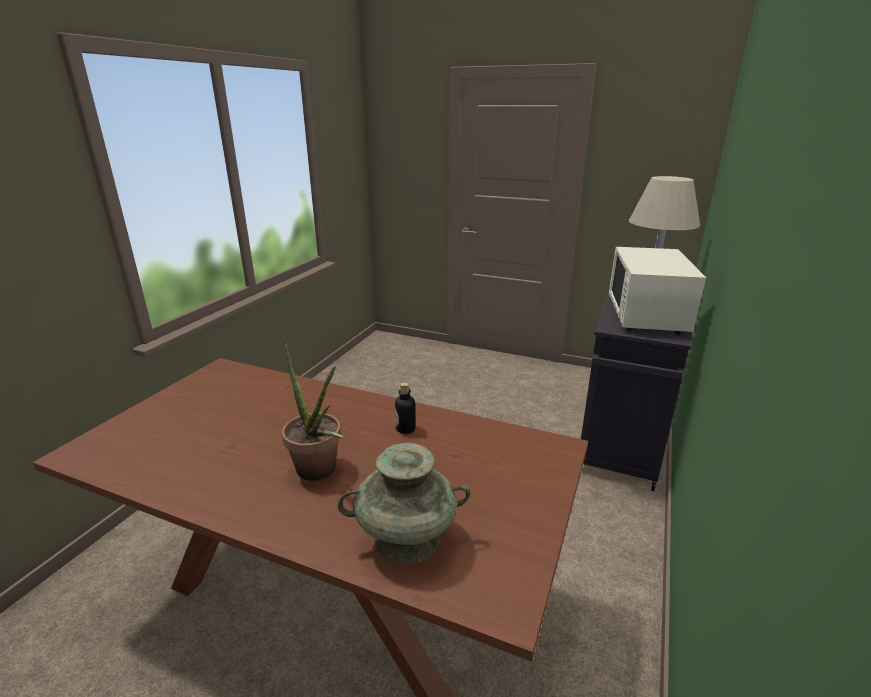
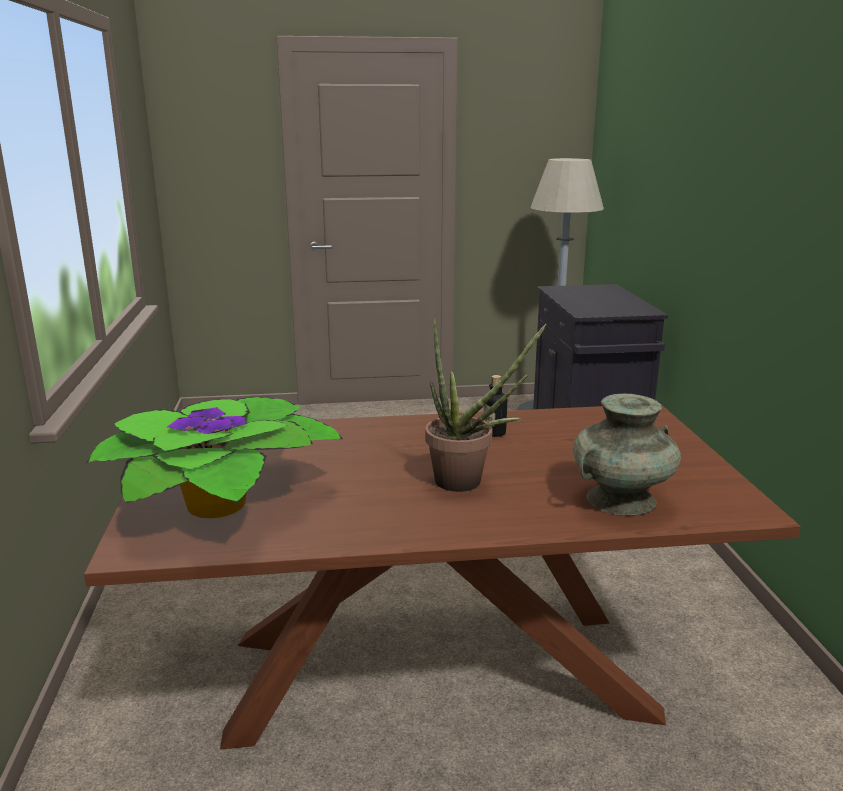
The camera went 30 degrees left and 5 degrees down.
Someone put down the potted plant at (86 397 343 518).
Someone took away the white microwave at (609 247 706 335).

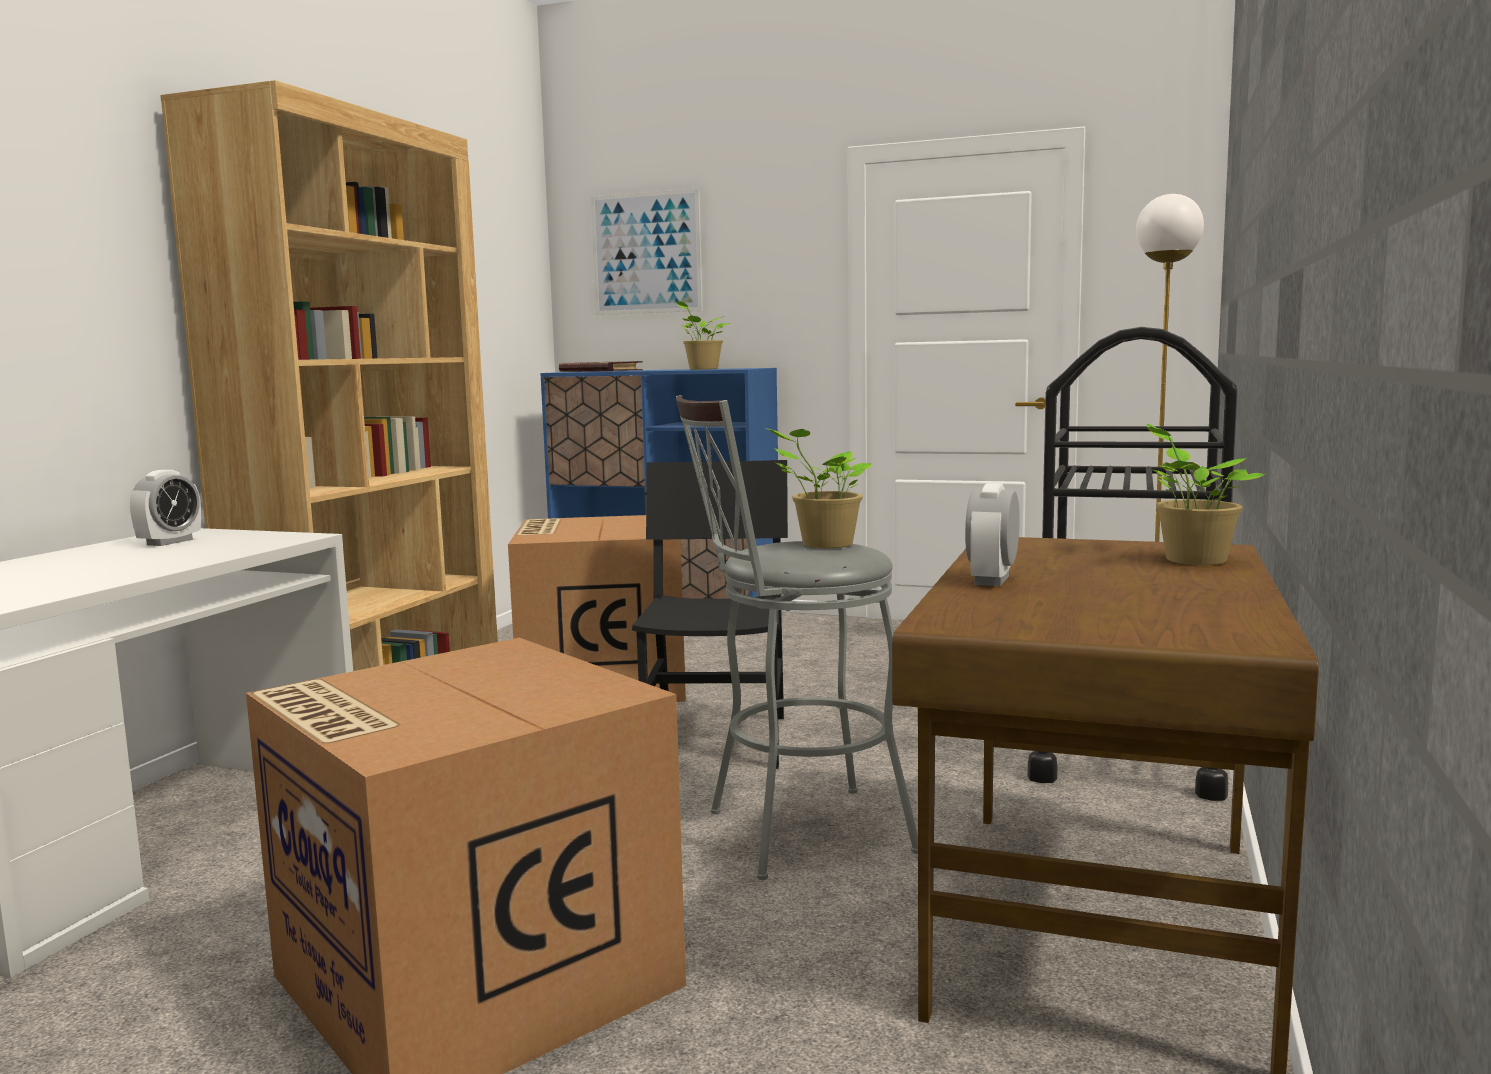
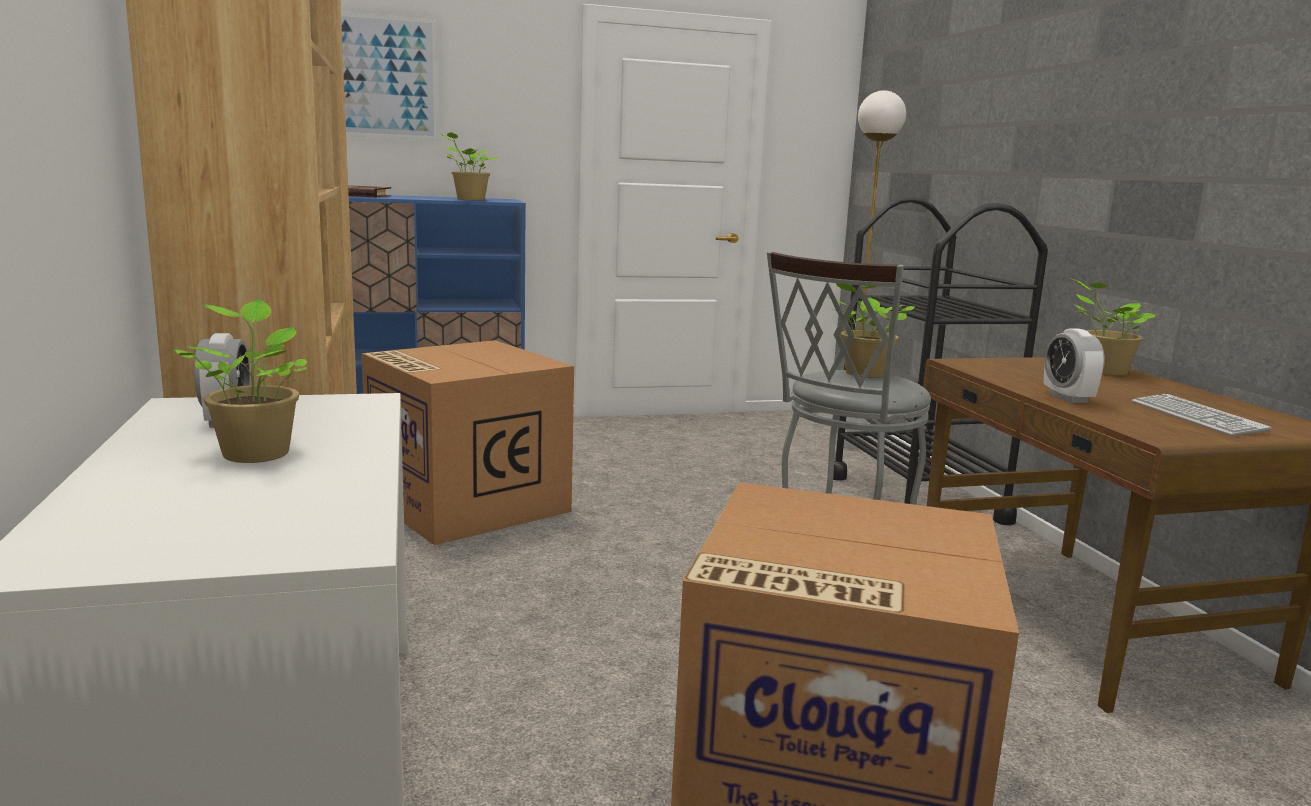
The camera went 35 degrees left and 5 degrees up.
Someone put down the potted plant at (174 299 309 463).
Someone put down the keyboard at (1132 394 1272 436).
Someone took away the black chair at (632 460 788 769).

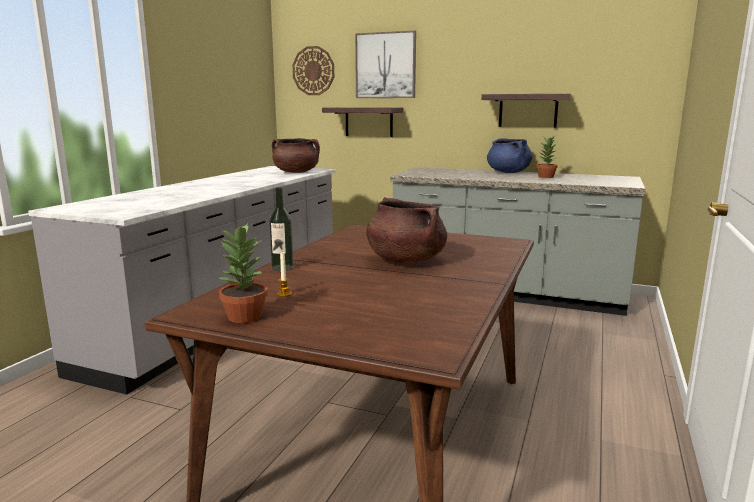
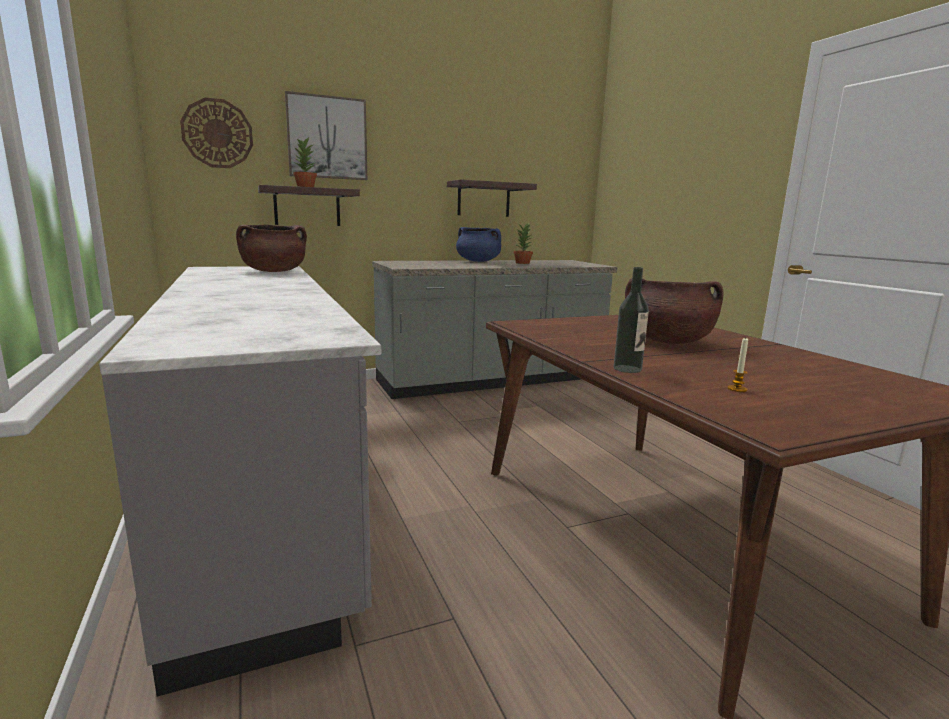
The camera went 45 degrees left and 0 degrees up.
Someone carried the potted plant from (219 223 267 323) to (293 138 317 187).

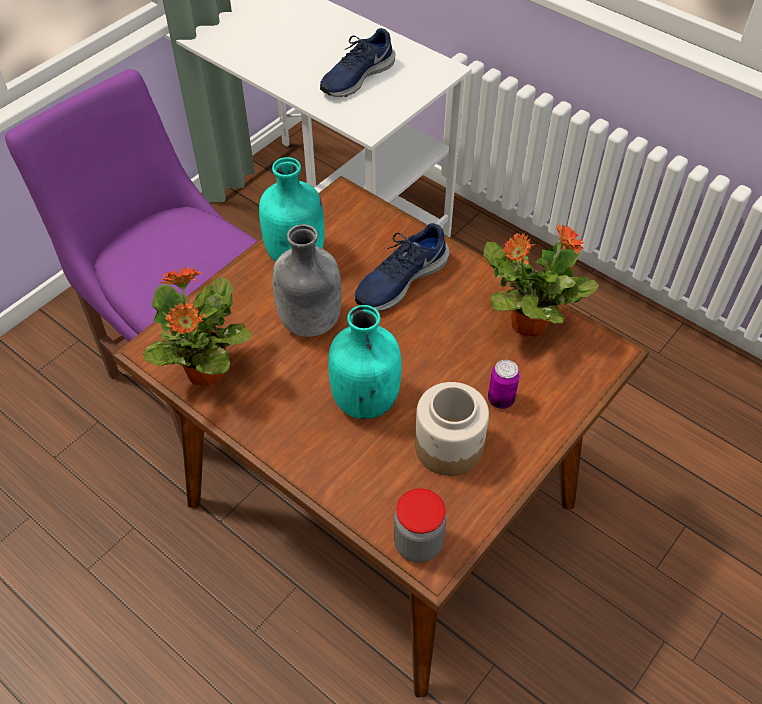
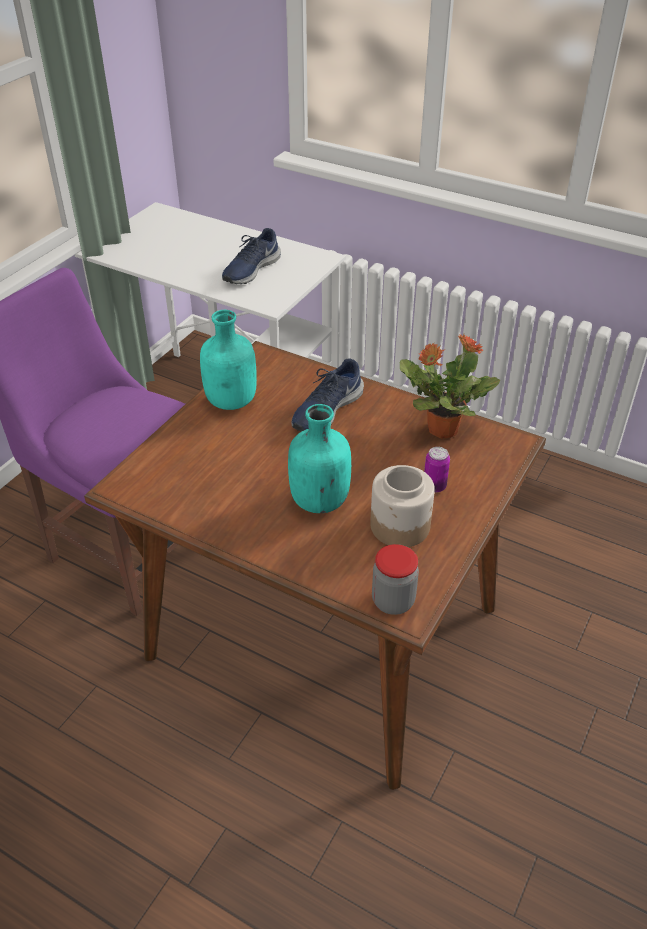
The camera went 10 degrees left and 10 degrees down.
Someone took away the potted plant at (143 267 252 386).
Someone took away the grey bottle at (272 224 342 337).

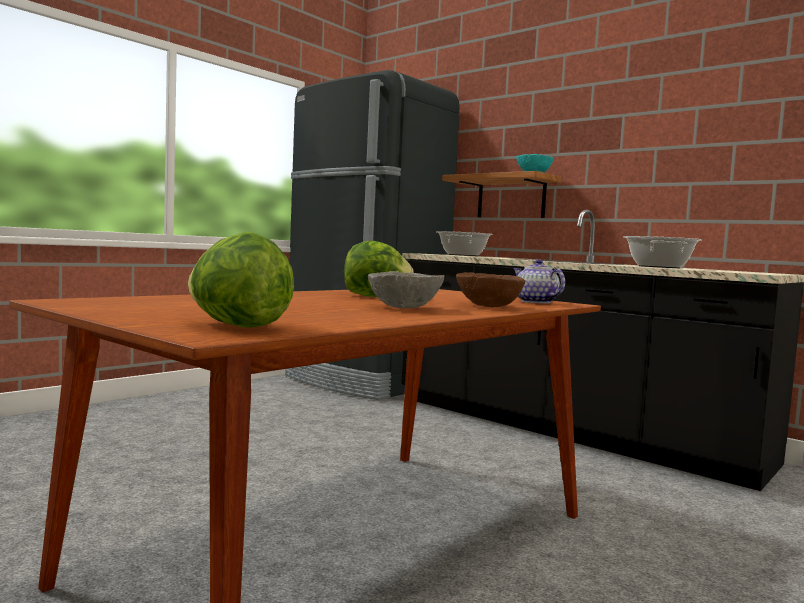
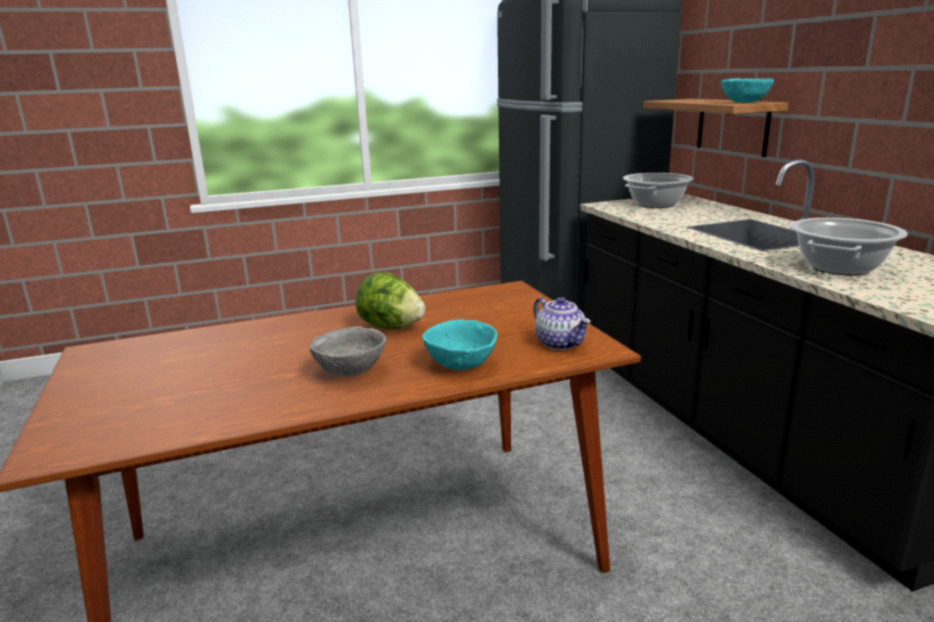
The camera went 30 degrees right and 15 degrees up.
Someone repainted the brown bowl at (456 272 525 307), which became the turquoise bowl at (422 319 497 370).
Someone rotated the teapot at (514 260 565 304) by 150 degrees clockwise.
Someone took away the lettuce at (188 232 294 328).

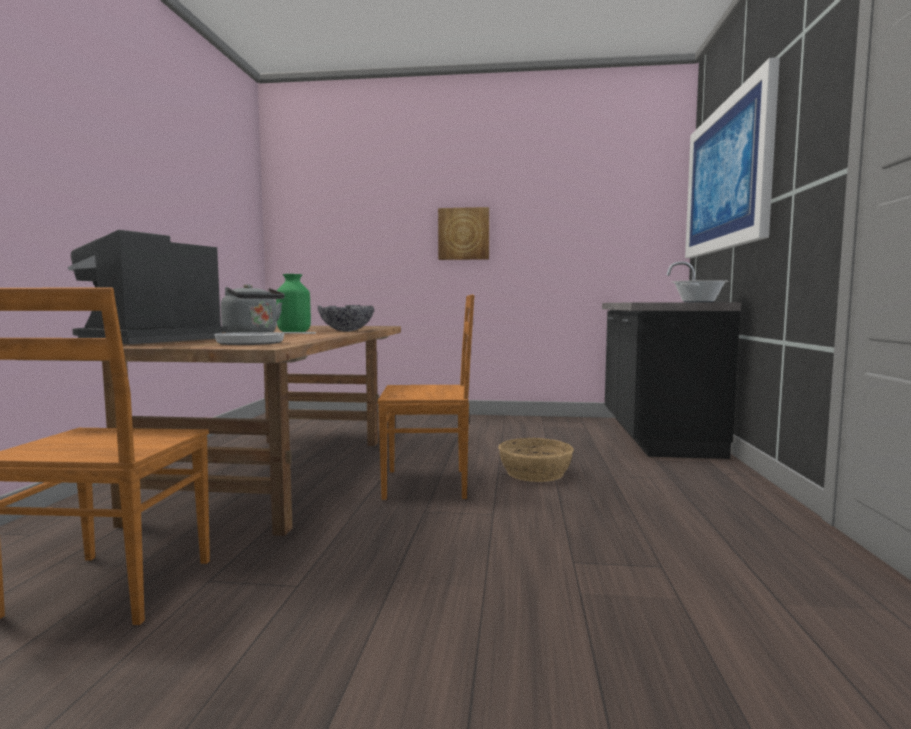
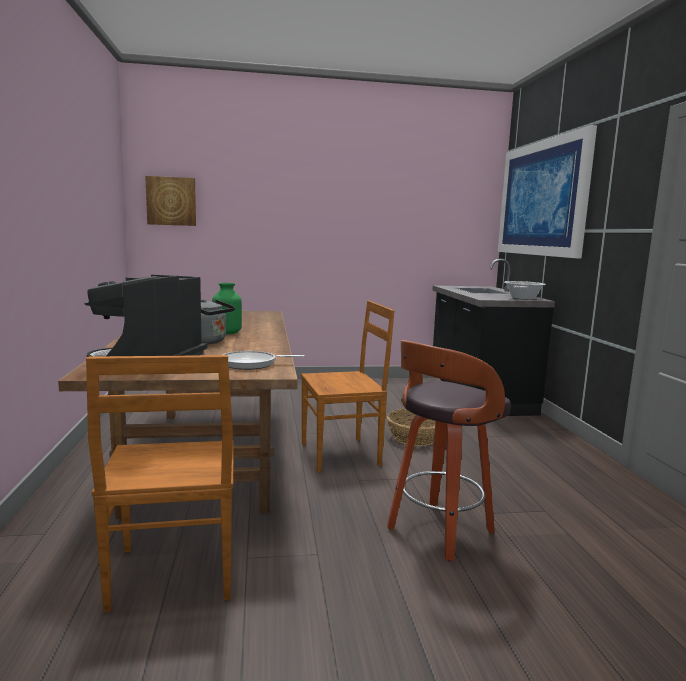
The camera went 15 degrees left and 5 degrees up.
Someone carried the picture from (438 207 489 260) to (145 176 196 226).
Someone put down the stool at (387 340 511 561).
Someone took away the bowl at (318 305 374 332).

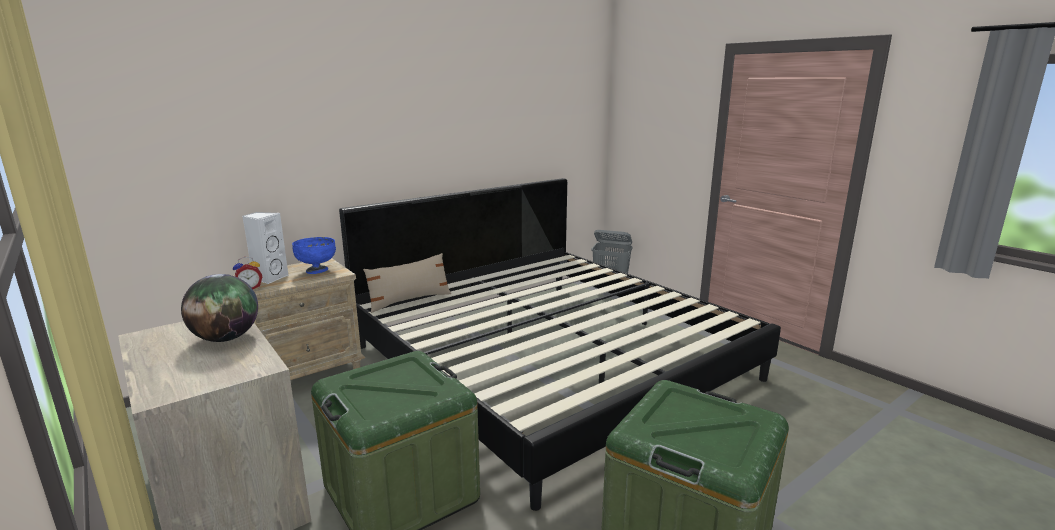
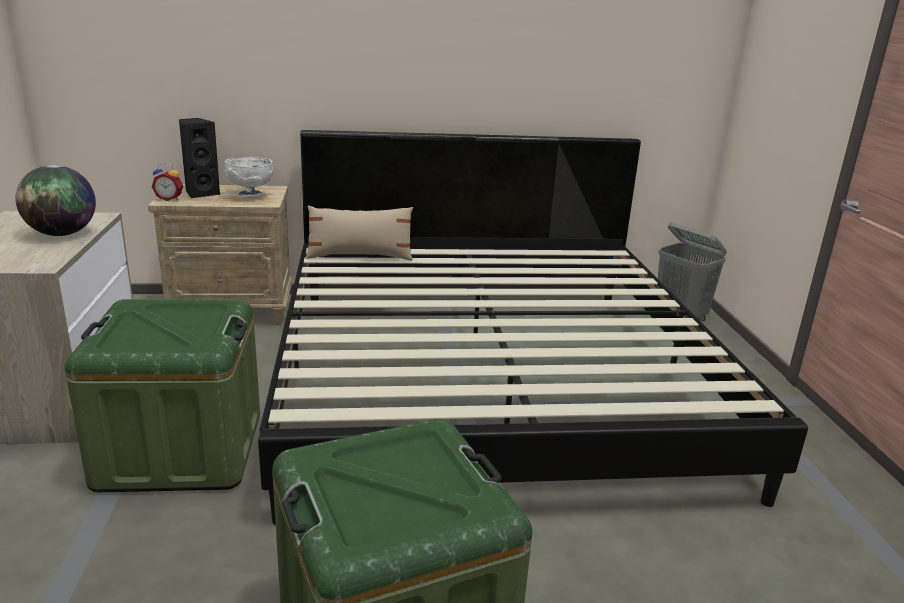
The camera went 30 degrees right and 5 degrees up.
Someone repainted the white speaker at (242 212 289 284), which became the black speaker at (179 118 220 198).
Someone repainted the blue bowl at (292 237 336 274), which became the white bowl at (225 157 273 198).

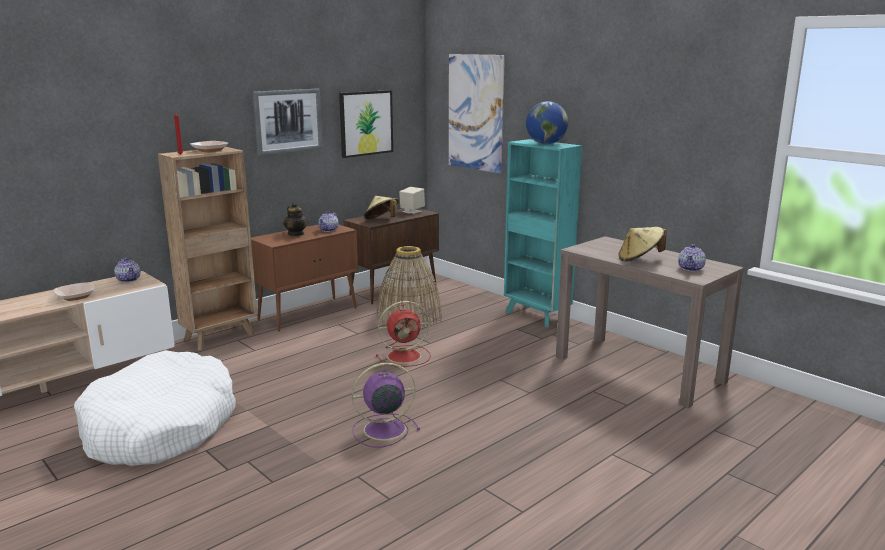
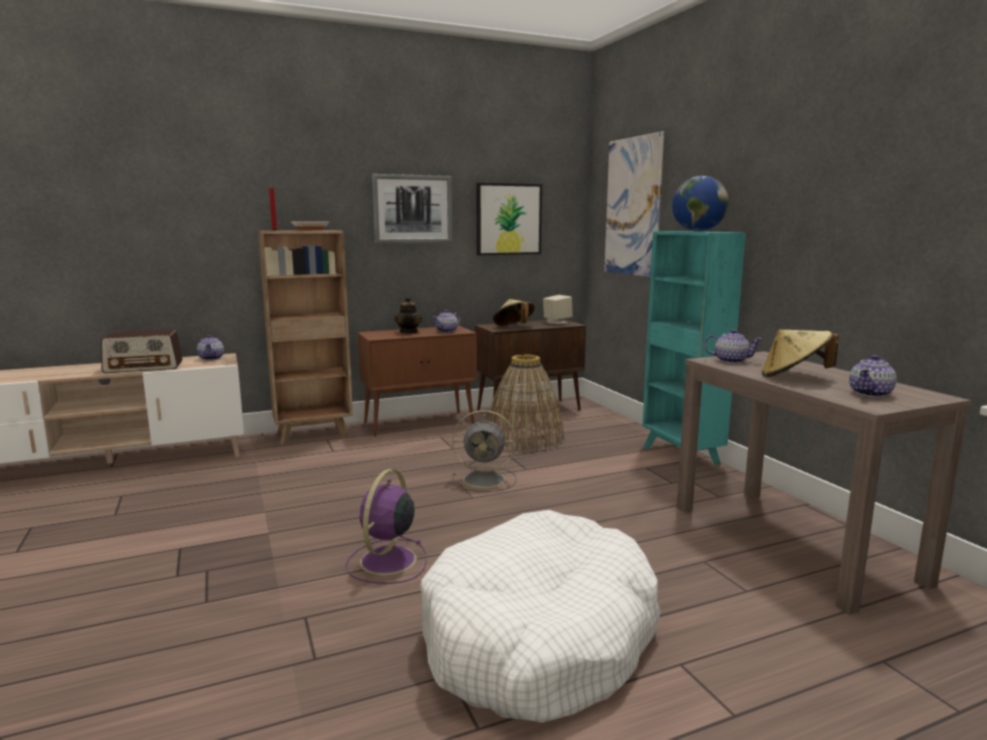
The camera went 20 degrees right and 5 degrees down.
Someone swapped the bowl at (54 282 95 301) for the radio at (101 330 183 373).
Someone rotated the purple fan at (352 362 420 448) by 75 degrees counterclockwise.
Someone carried the white dog bed from (74 350 236 466) to (420 510 660 723).
Someone repainted the red fan at (376 301 431 367), which became the grey fan at (452 410 517 492).
Someone put down the teapot at (704 329 762 363).

